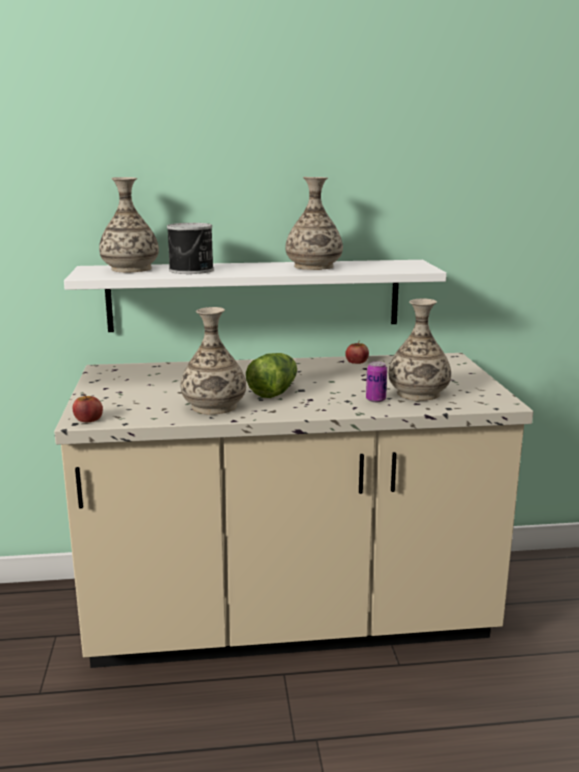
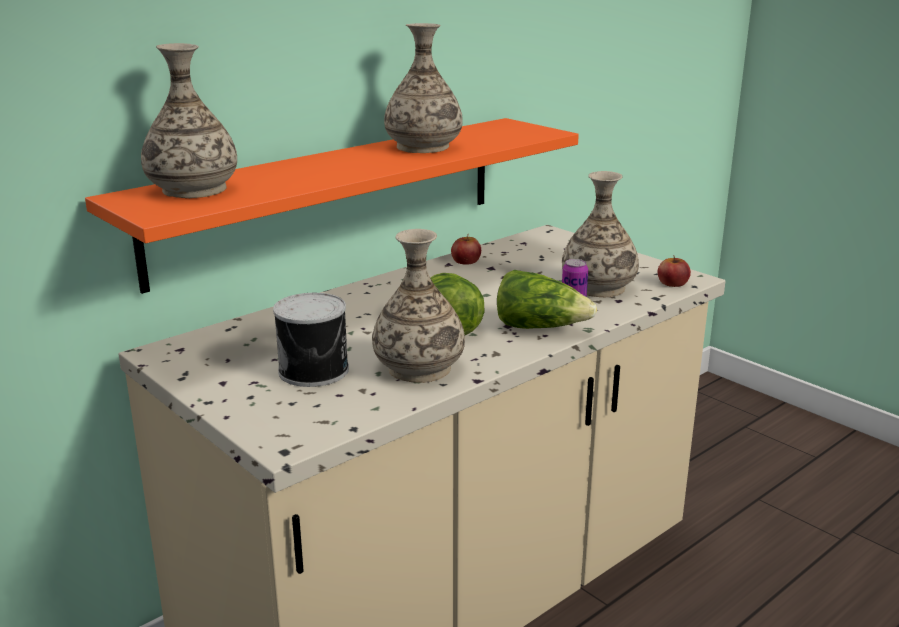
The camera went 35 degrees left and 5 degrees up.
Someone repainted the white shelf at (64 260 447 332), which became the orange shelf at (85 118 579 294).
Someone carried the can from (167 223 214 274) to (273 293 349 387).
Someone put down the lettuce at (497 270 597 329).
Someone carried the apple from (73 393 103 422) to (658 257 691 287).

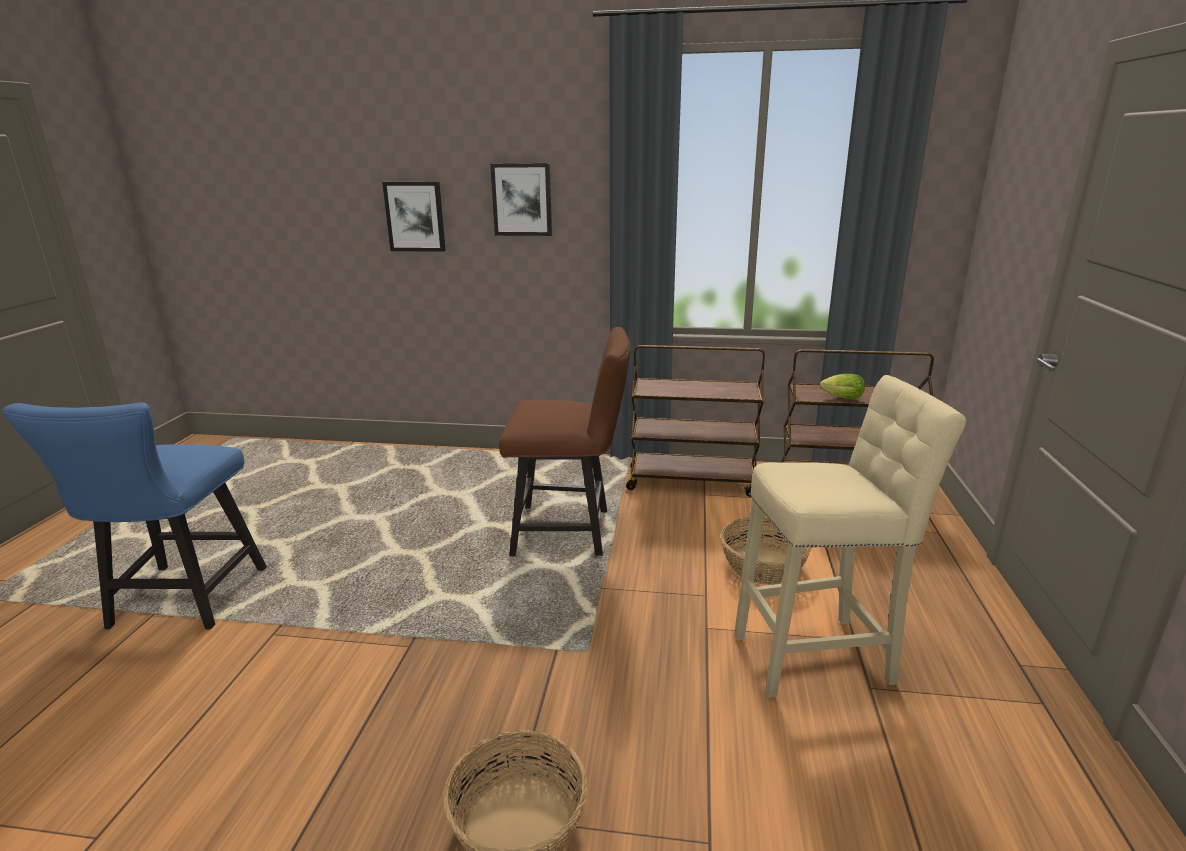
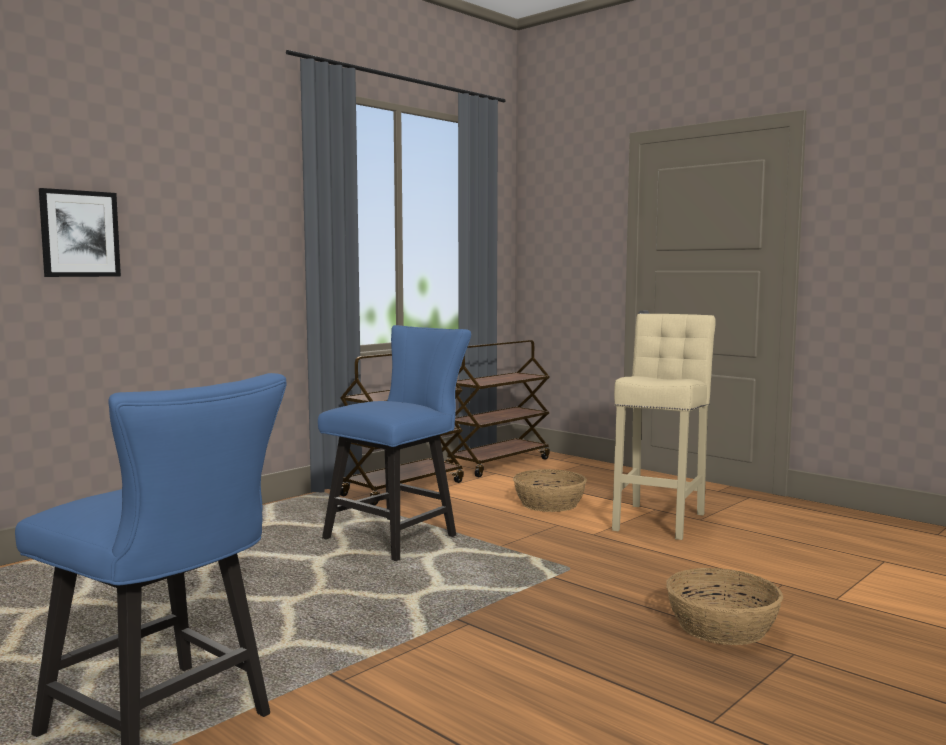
The camera went 55 degrees left and 15 degrees down.
Someone repainted the brown chair at (499 327 630 556), which became the blue chair at (318 325 471 561).
Someone took away the picture at (490 163 552 236).
Someone took away the lettuce at (820 373 865 399).

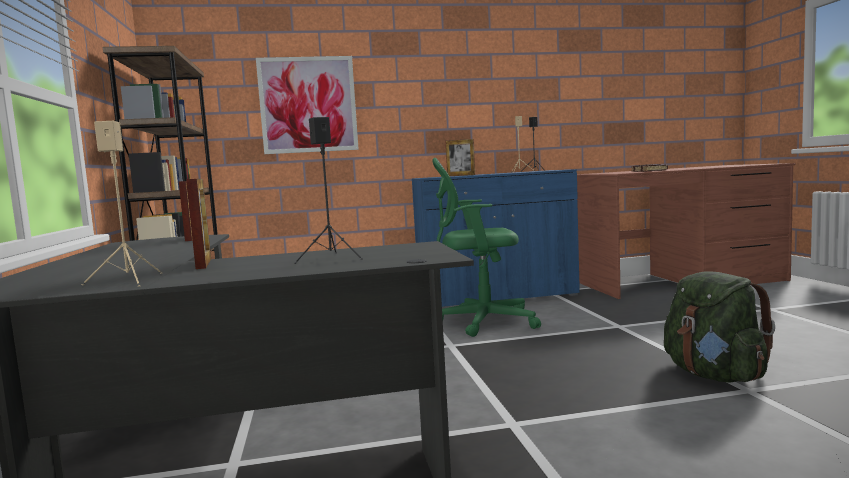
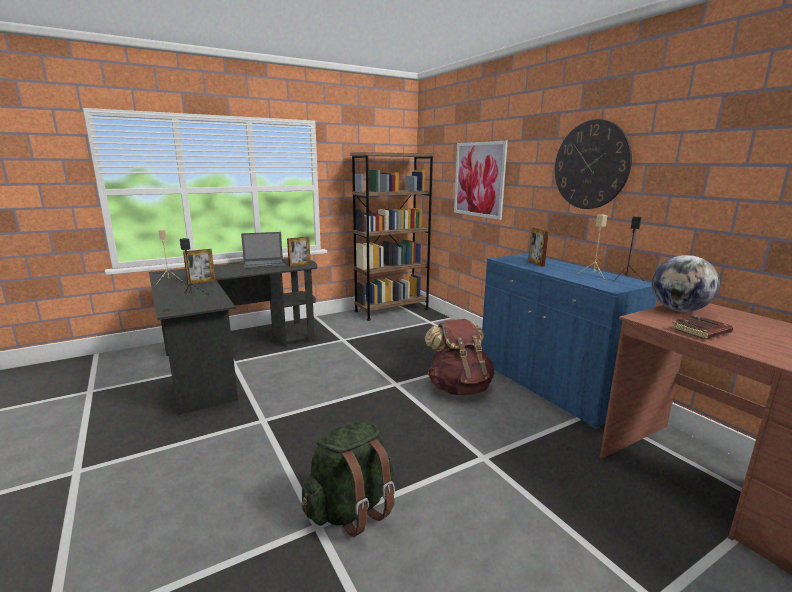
The camera went 70 degrees right and 10 degrees up.
Someone put down the laptop at (241 232 286 269).
Someone swapped the green office chair at (433 158 541 337) for the brown backpack at (425 319 494 396).
Someone put up the wall clock at (555 119 632 209).
Someone put down the globe at (652 255 720 312).

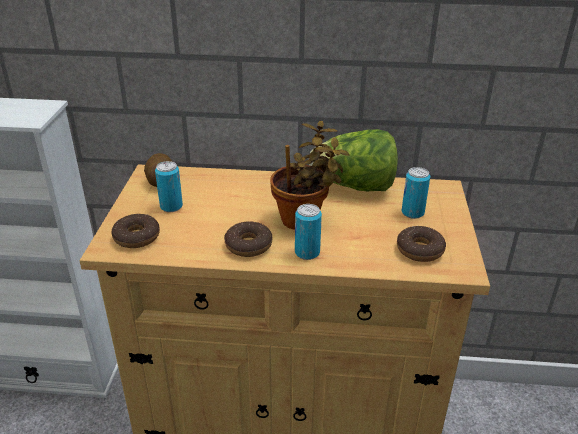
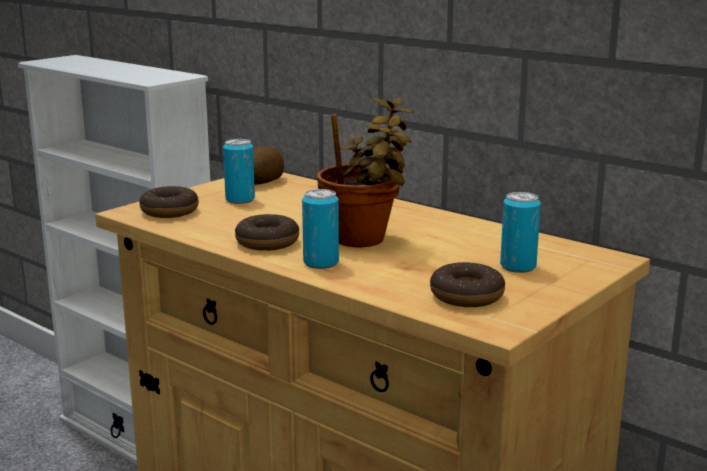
The camera went 35 degrees right and 15 degrees down.
Someone took away the lettuce at (309 129 398 191).

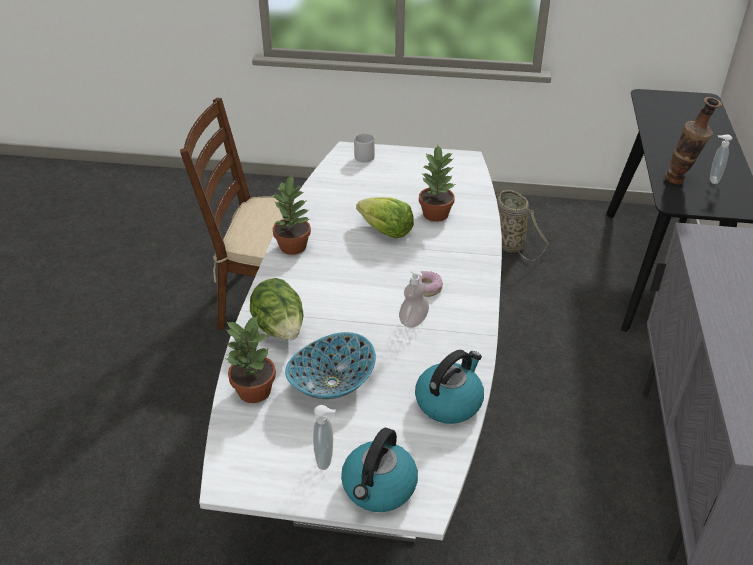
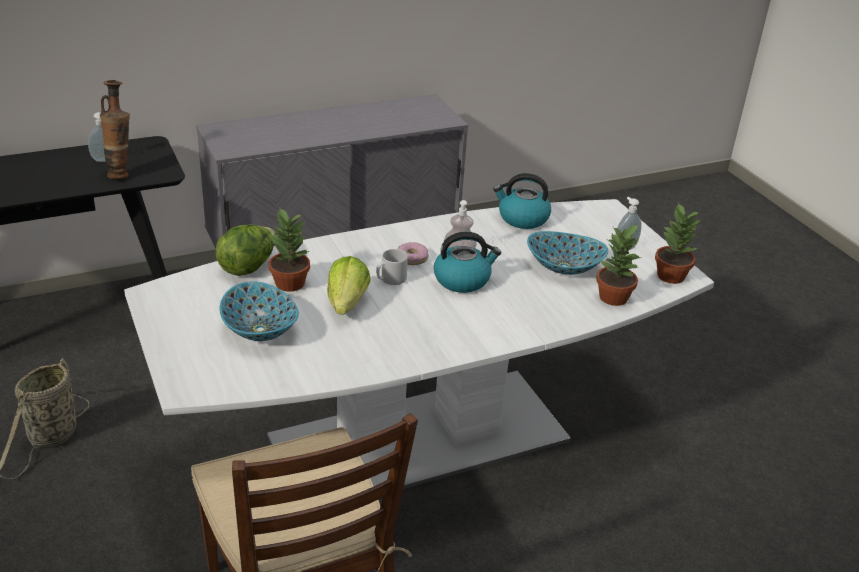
The camera went 125 degrees left and 5 degrees down.
Someone carried the lettuce from (250 278 304 340) to (215 224 275 276).
Someone put down the bowl at (220 282 299 341).
Someone carried the grey mug from (354 133 375 162) to (376 249 408 285).
Someone carried the kettle from (341 428 418 512) to (434 232 501 293).
Someone carried the potted plant from (272 175 311 255) to (655 202 701 284).

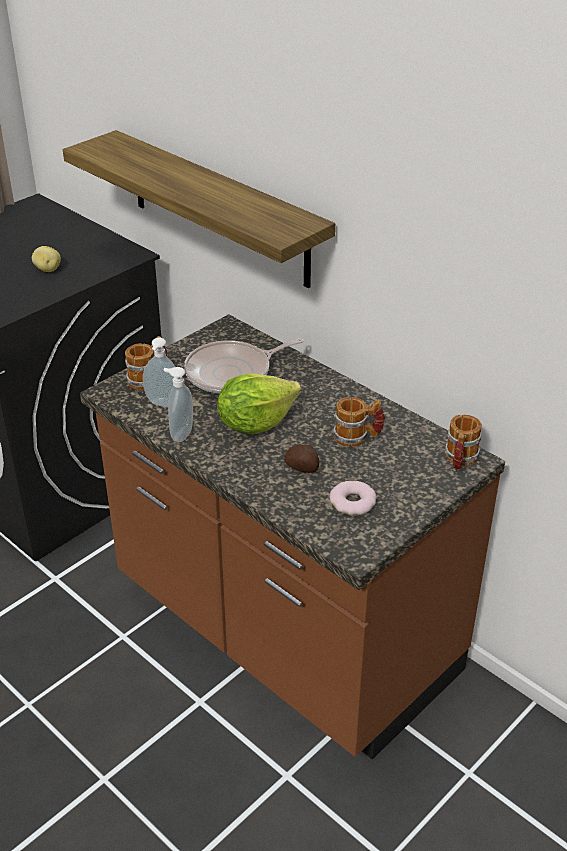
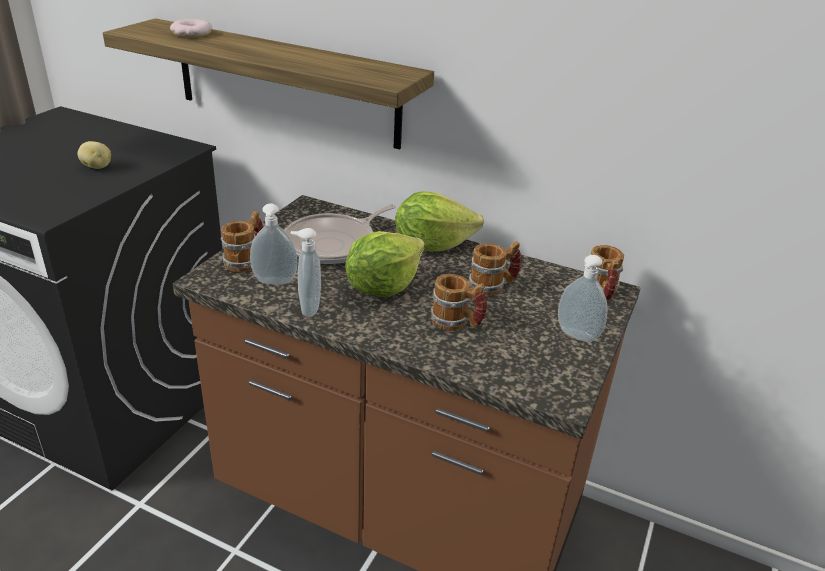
The camera went 20 degrees left and 5 degrees down.
Someone carried the donut from (329 481 377 515) to (170 19 212 37).
Someone put down the lettuce at (395 191 484 252).
Someone swapped the potato at (284 445 319 473) for the mug at (431 274 488 331).
Someone put down the soap dispenser at (558 255 607 342).

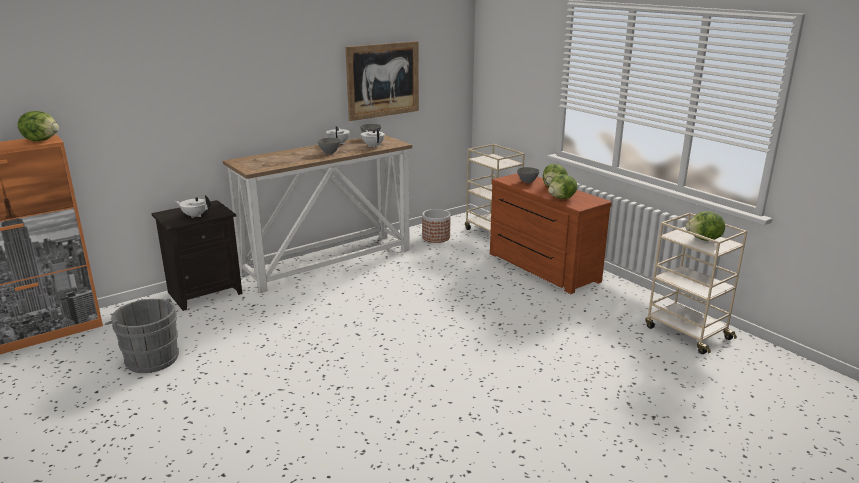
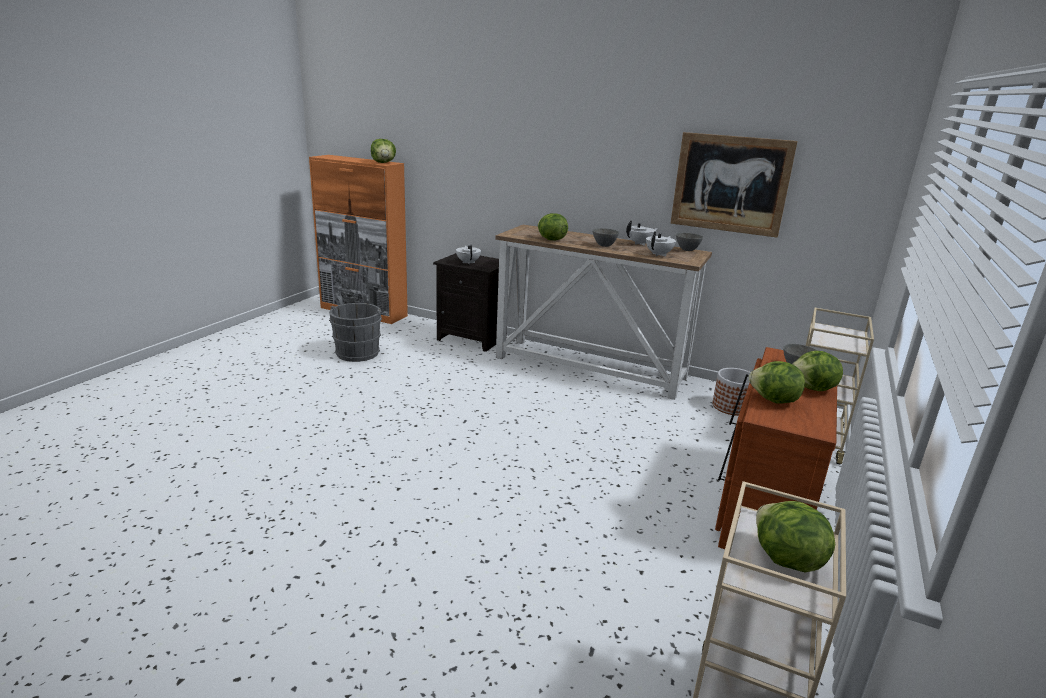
The camera went 60 degrees right and 0 degrees up.
Someone put down the lettuce at (538 213 568 240).

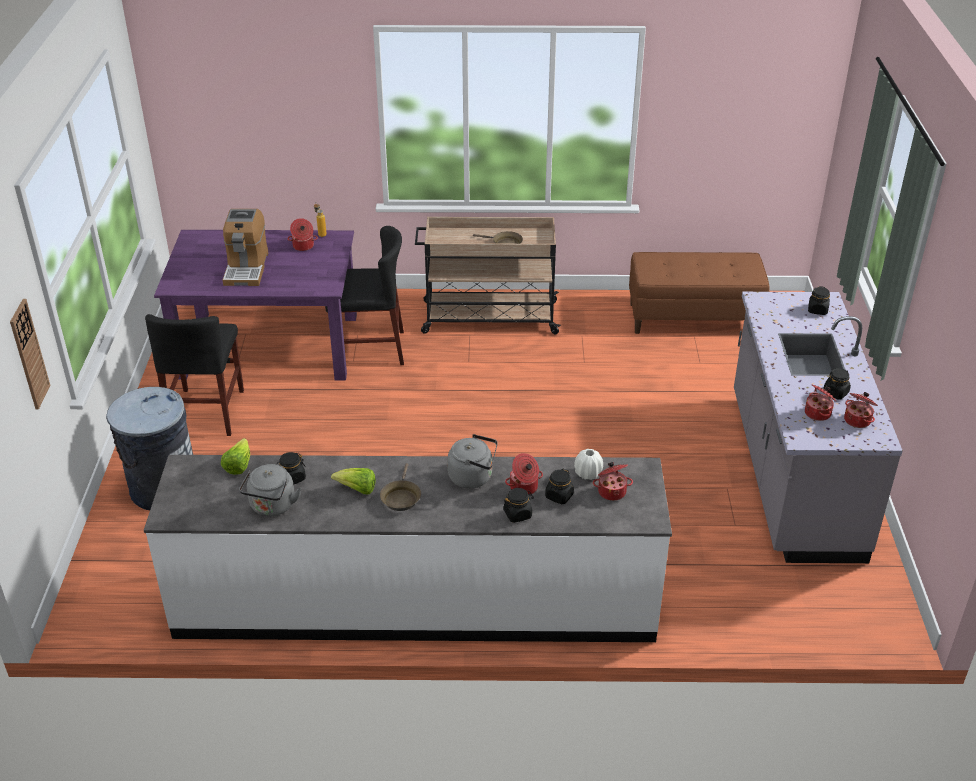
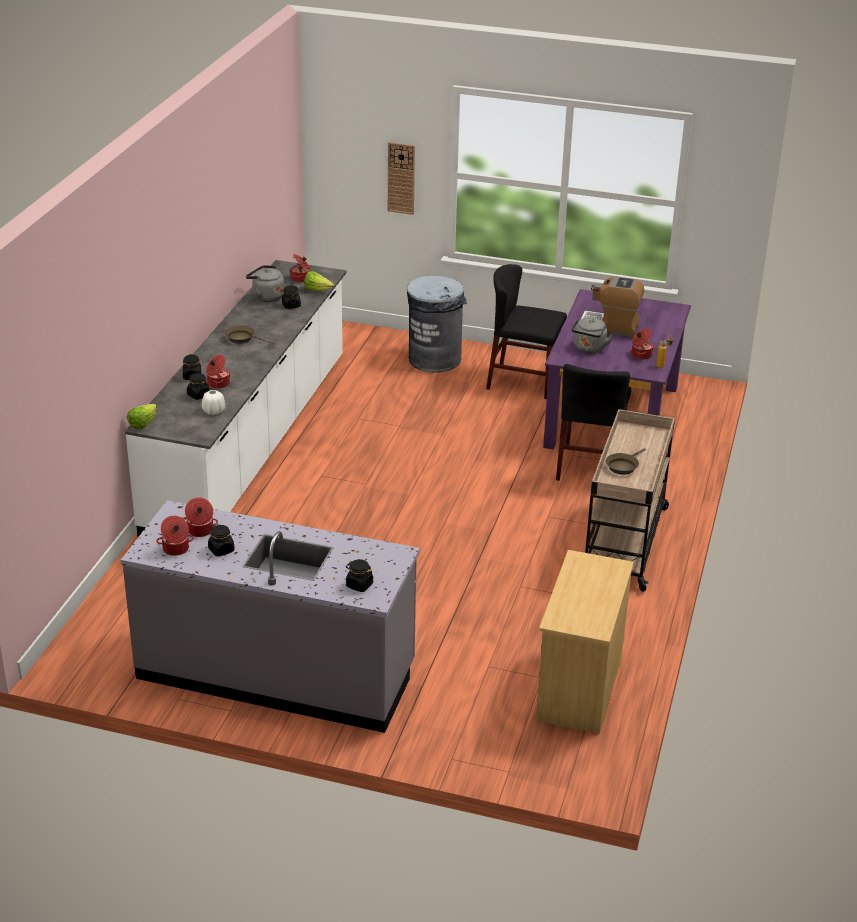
The camera went 105 degrees right and 5 degrees down.
Someone carried the lettuce from (331 468 376 494) to (127 404 157 429).
Someone carried the cooking pot from (593 462 633 501) to (290 254 310 282).
Someone swapped the brown bench at (629 252 770 334) for the beige dresser at (536 550 634 734).
Someone carried the grey kettle from (448 434 498 489) to (571 318 614 353).

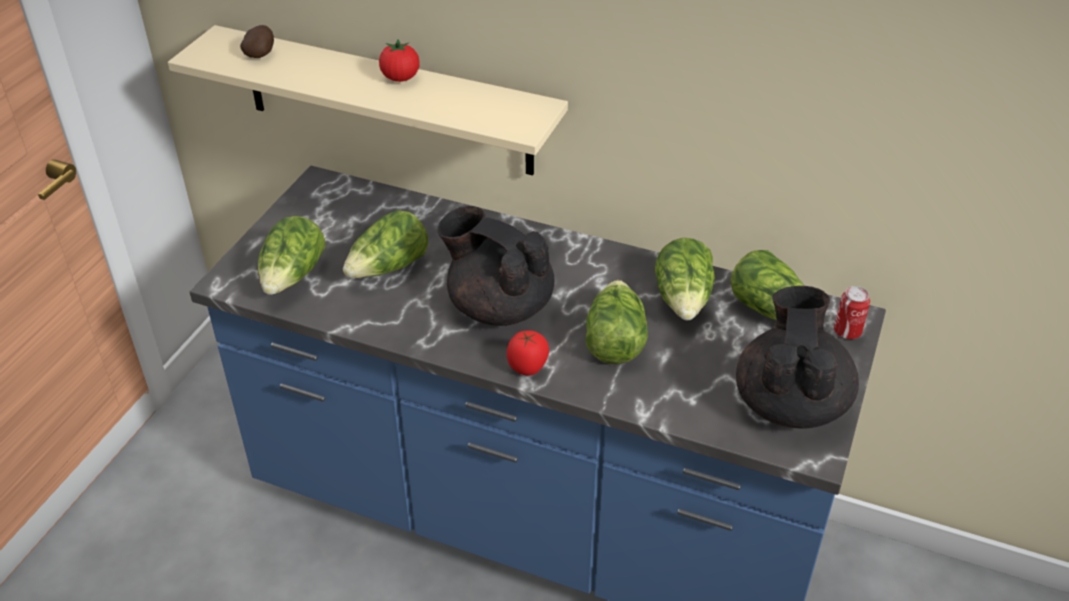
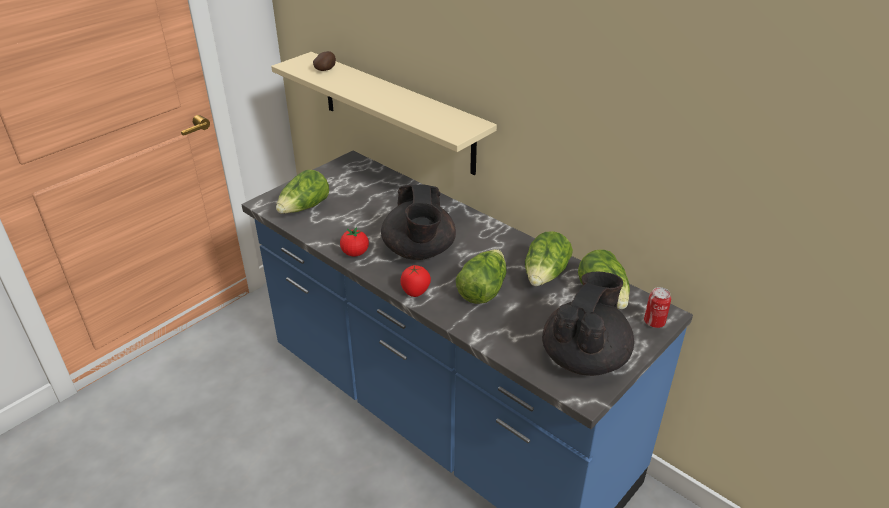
The camera went 20 degrees right and 5 degrees down.
Someone carried the tomato from (379 39 420 82) to (340 227 369 257).
Someone rotated the black teapot at (438 206 554 326) by 150 degrees counterclockwise.
Someone took away the lettuce at (343 210 429 278).

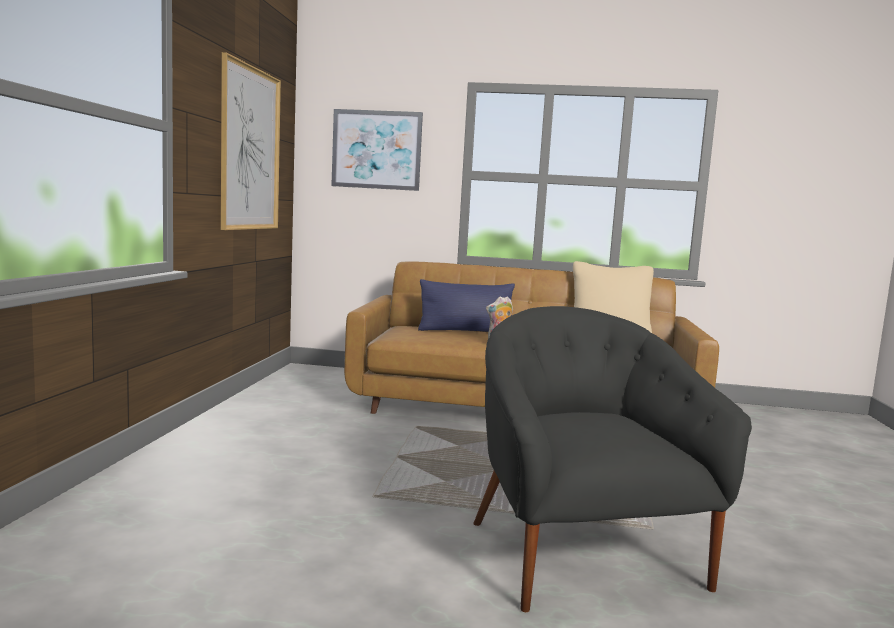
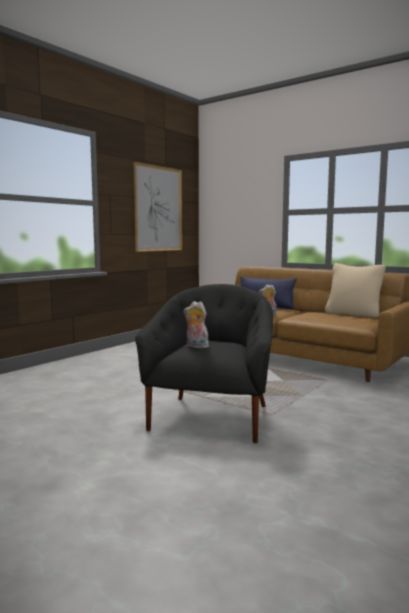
The camera went 30 degrees right and 0 degrees up.
Someone put down the plush toy at (184 301 209 348).
Someone took away the picture at (331 109 423 191).

